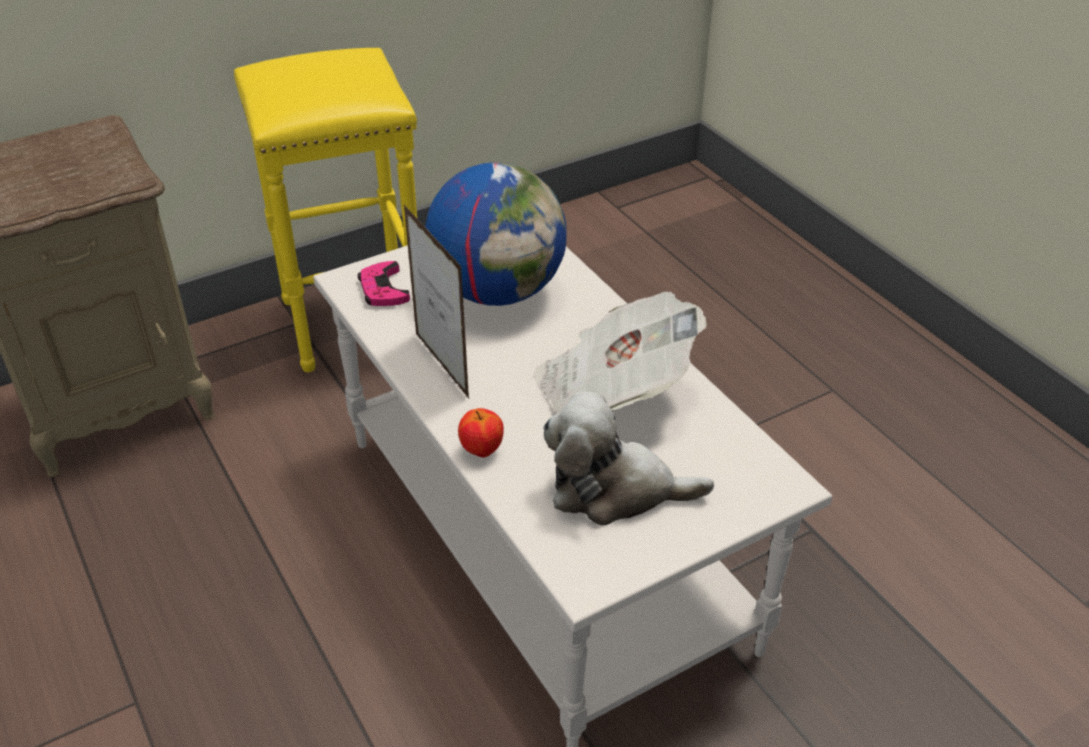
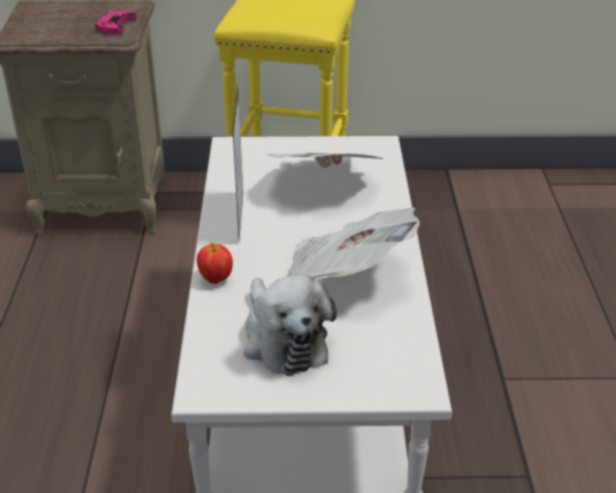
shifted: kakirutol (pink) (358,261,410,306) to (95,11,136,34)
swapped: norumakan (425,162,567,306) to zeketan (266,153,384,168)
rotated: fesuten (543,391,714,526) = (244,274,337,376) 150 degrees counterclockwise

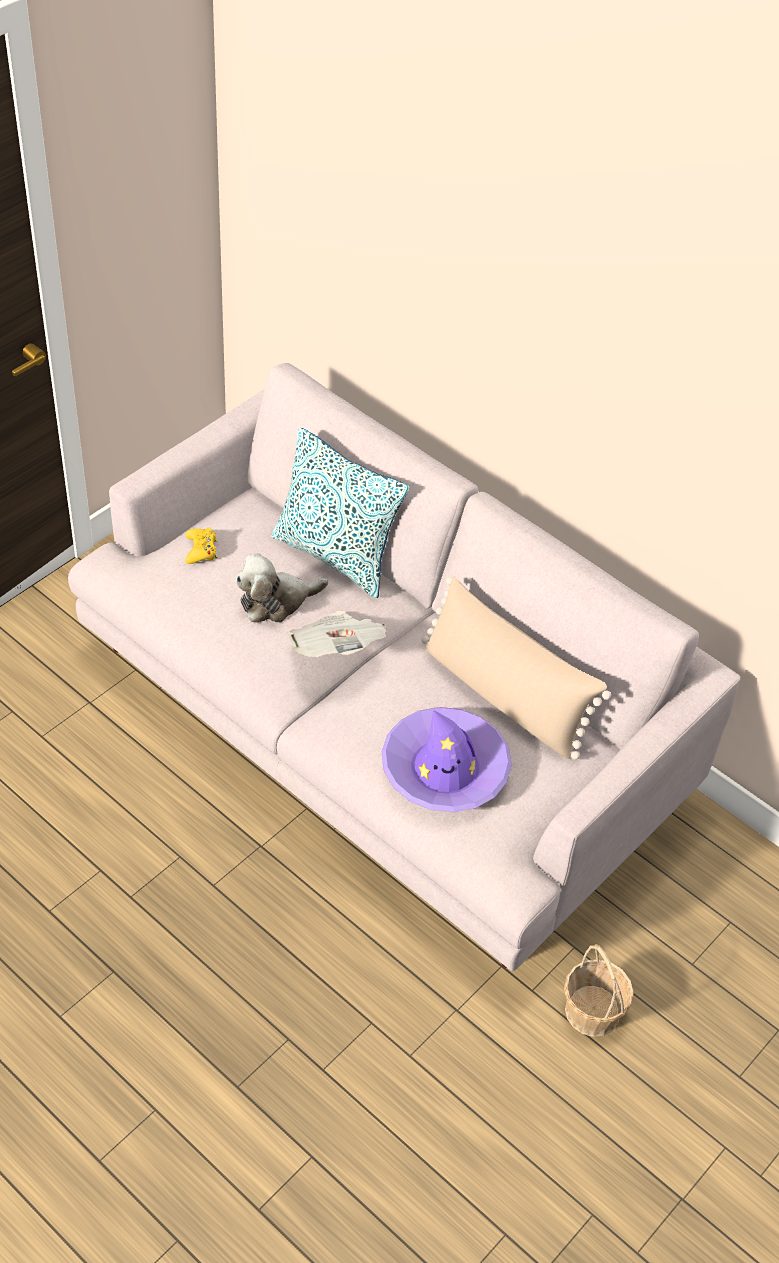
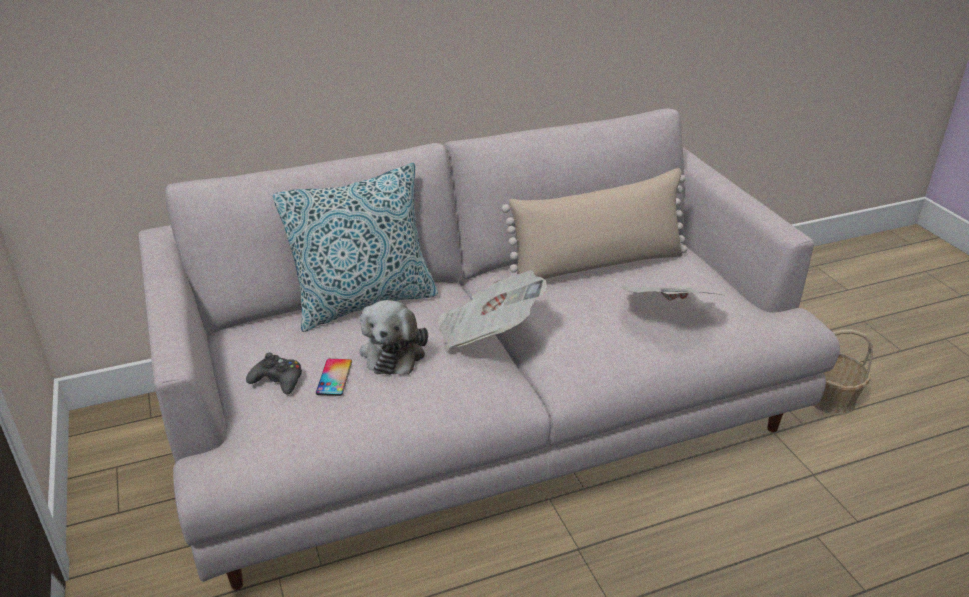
new: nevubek (316,359,352,396)
swapped: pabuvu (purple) (382,707,512,812) to zeketan (620,286,722,301)
repainted: kakirutol (yellow) (185,528,217,564) to kakirutol (black) (246,353,302,395)

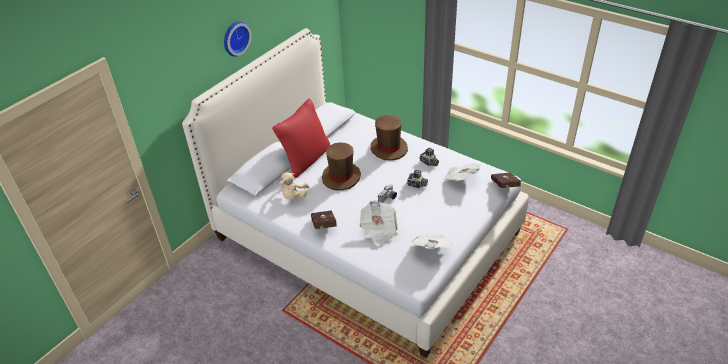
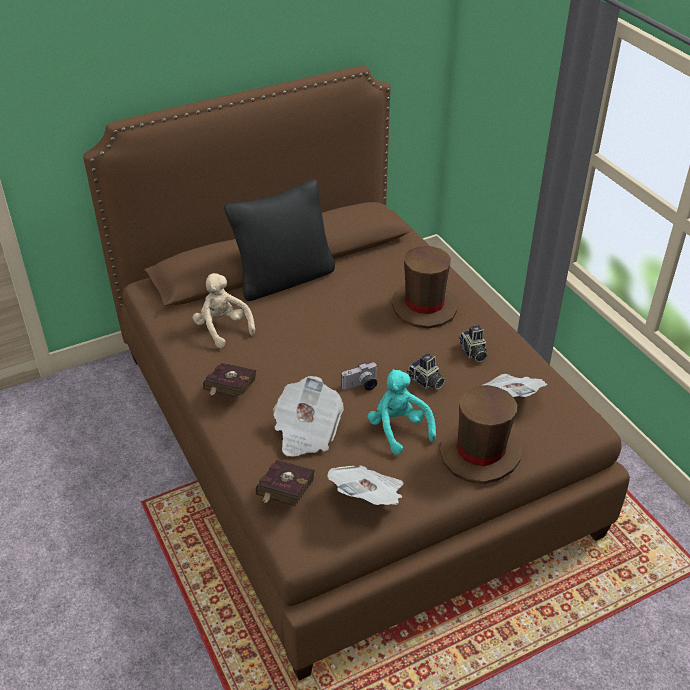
gone: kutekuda (224,21,252,57)
new: fesuten (turquoise) (367,369,436,455)
shifted: pabuvu (brown) (322,143,361,191) to (440,385,522,484); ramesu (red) (491,172,521,189) to (255,460,315,506)
repainted: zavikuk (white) (182,28,529,358) to zavikuk (brown) (83,66,630,681); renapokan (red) (272,99,330,178) to renapokan (black) (224,179,335,301)
rotated: fesuten (beige) (279,172,309,200) = (193,273,255,348) 105 degrees clockwise

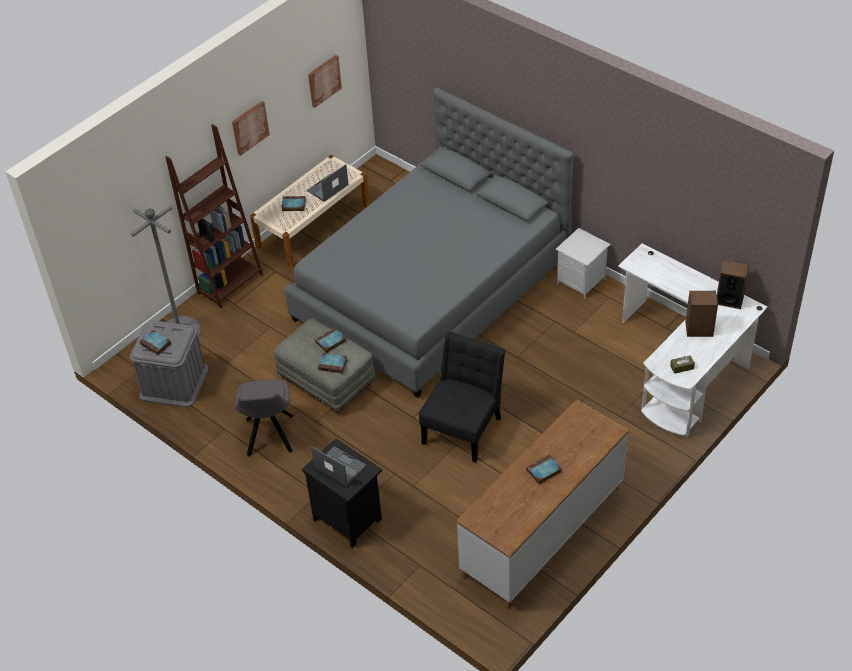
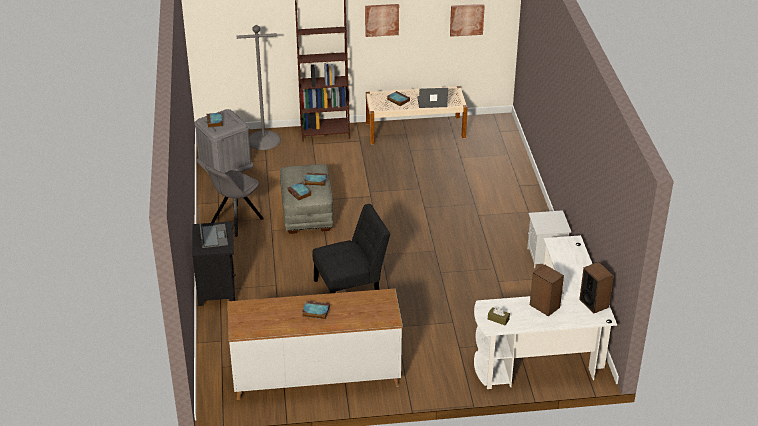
gone: zavikuk (grey) (285,88,573,398)

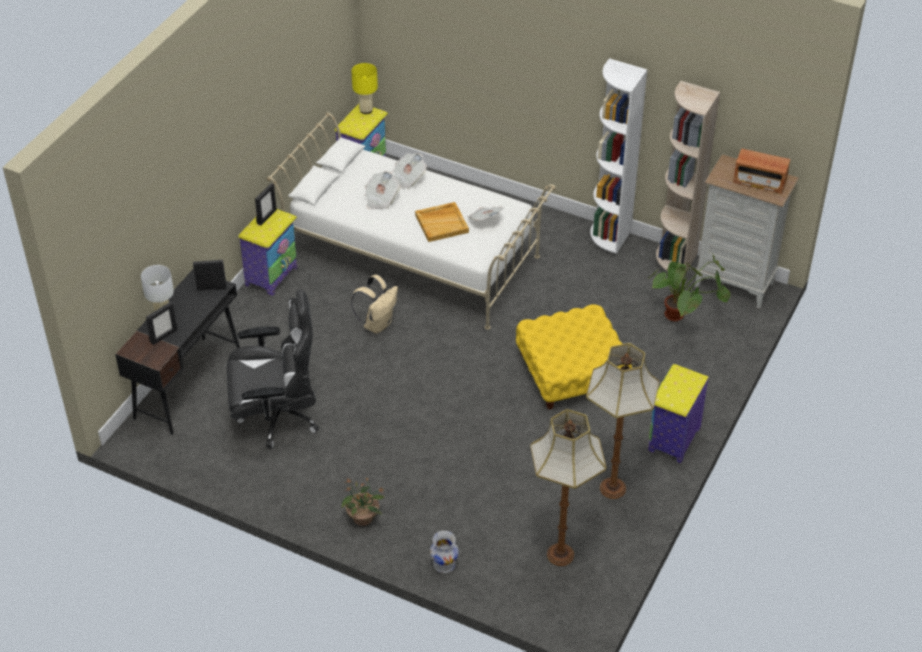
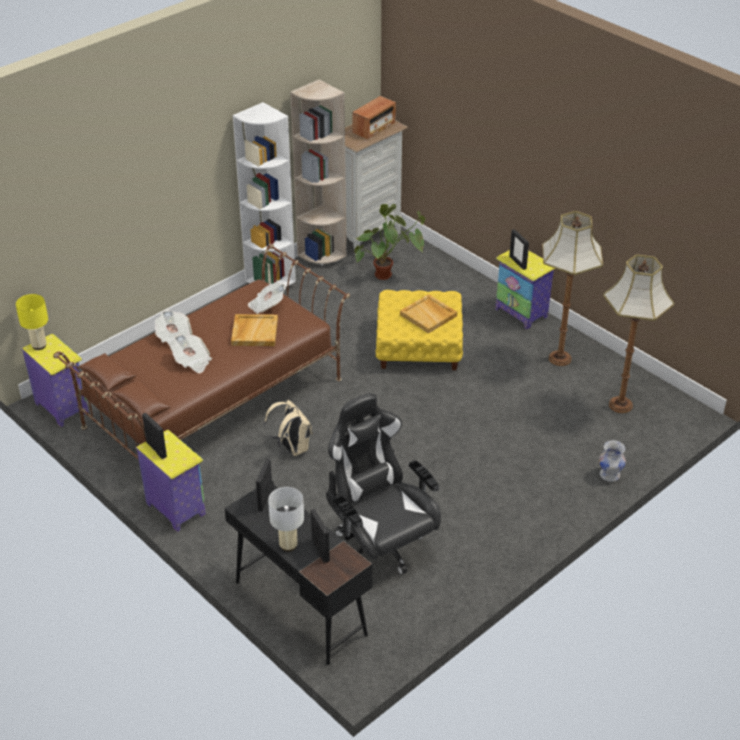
gone: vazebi (341,479,384,526)
new: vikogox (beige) (400,294,457,334); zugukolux (509,229,529,270)
repainted: zavikuk (white) (266,112,556,330) to zavikuk (brown) (53,244,350,460)
rotated: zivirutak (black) (227,289,319,448) = (326,393,441,575) 45 degrees counterclockwise

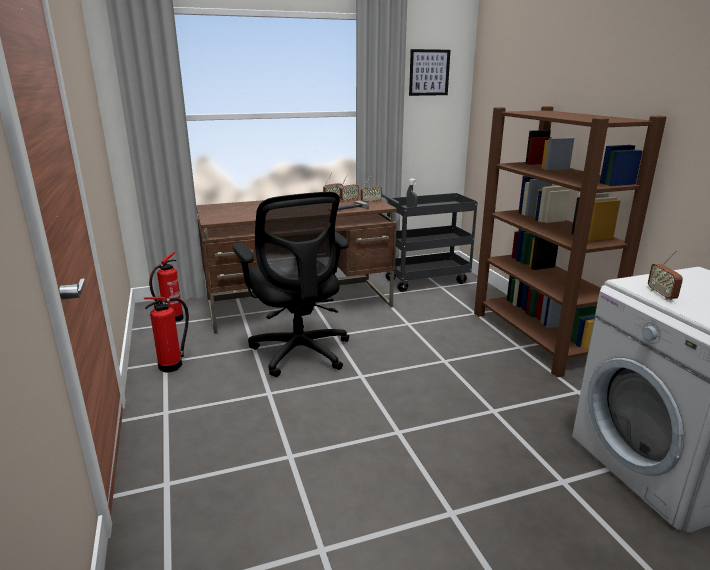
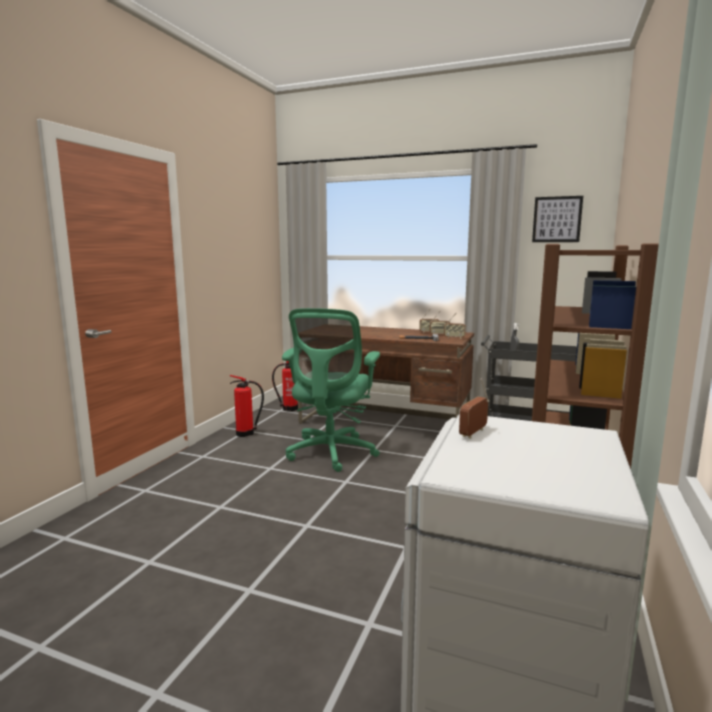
repainted: zivirutak (black) (232,192,349,377) to zivirutak (green) (282,308,380,472)

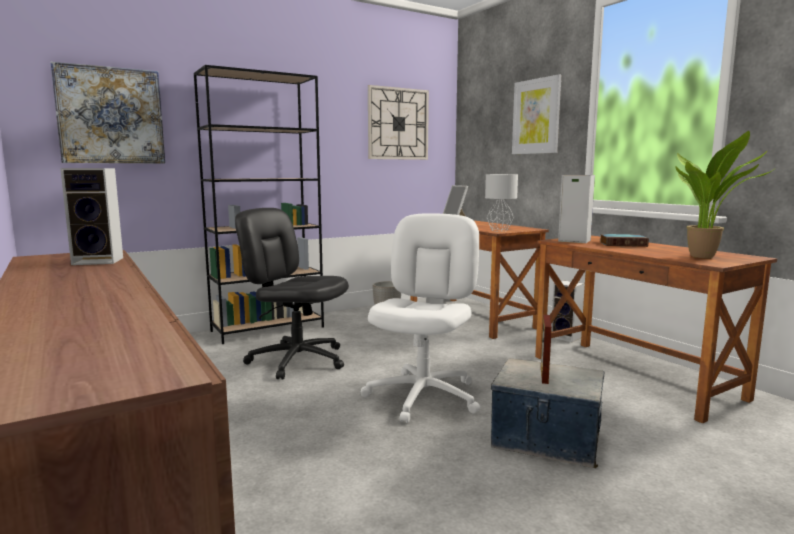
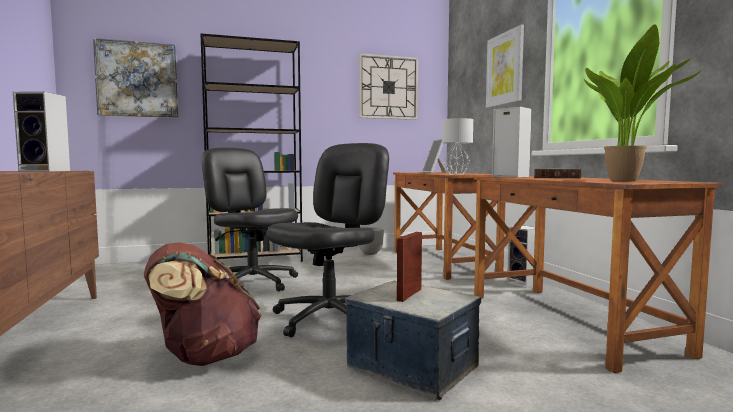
new: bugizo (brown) (144,242,261,366)
repainted: zivirutak (white) (360,213,480,423) to zivirutak (black) (266,143,389,337)

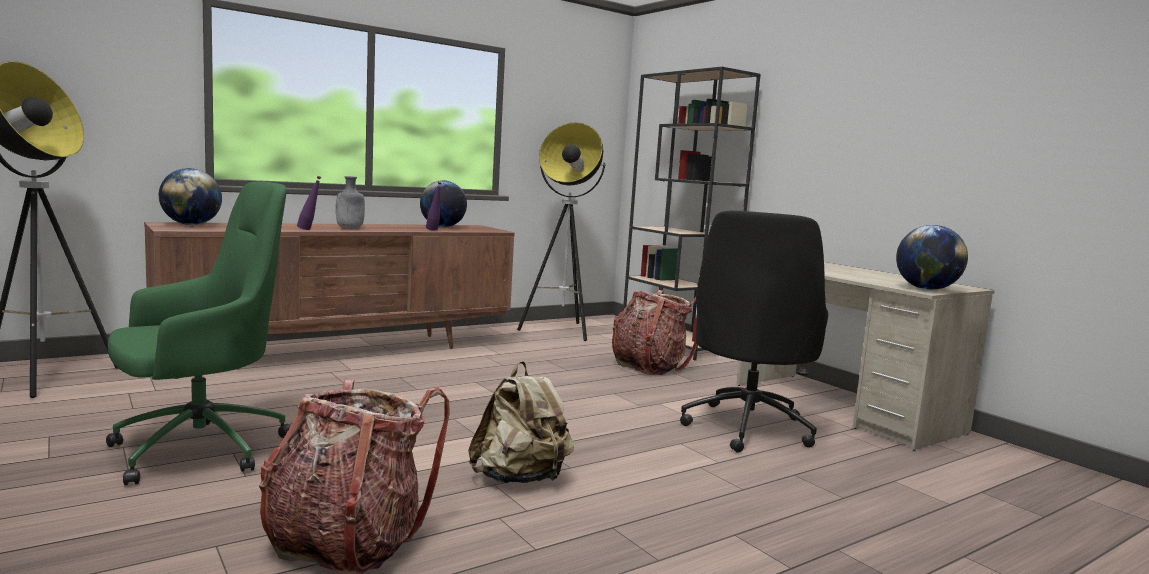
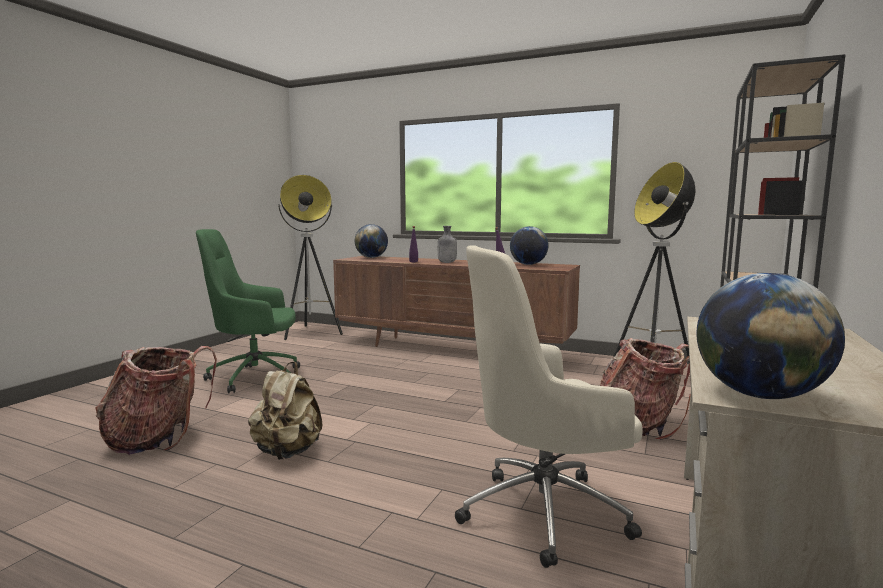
repainted: zivirutak (black) (680,211,828,453) to zivirutak (beige) (455,245,643,568)
rotated: zivirutak (green) (106,182,291,485) = (196,229,300,393) 150 degrees clockwise

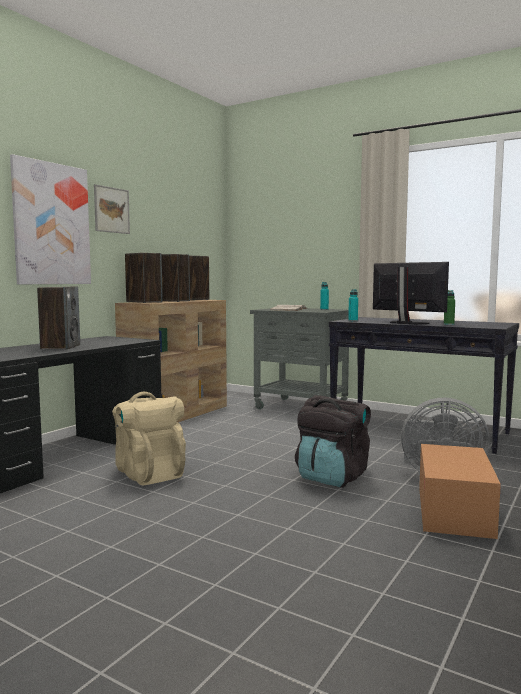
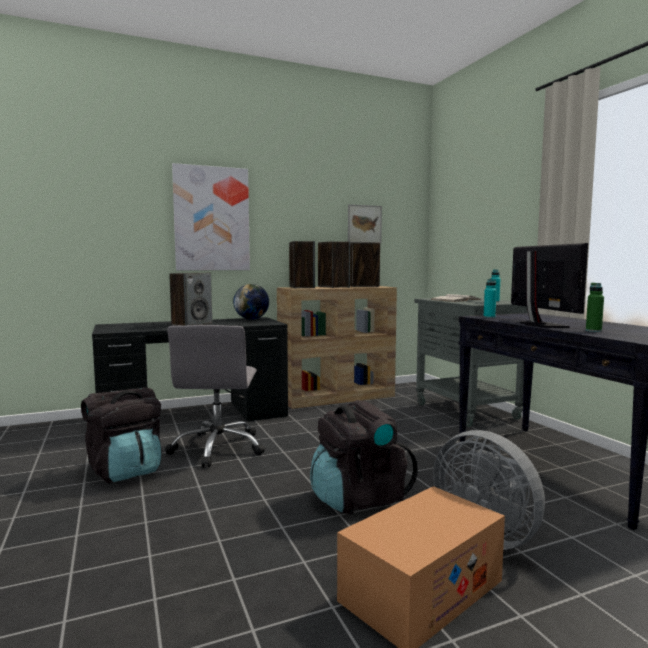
new: bugizo (black) (81,387,162,483); norumakan (233,284,269,320)
shifted: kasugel (94,184,130,234) to (348,204,382,243)
swapped: bugizo (beige) (112,392,186,485) to zivirutak (grey) (165,325,265,467)

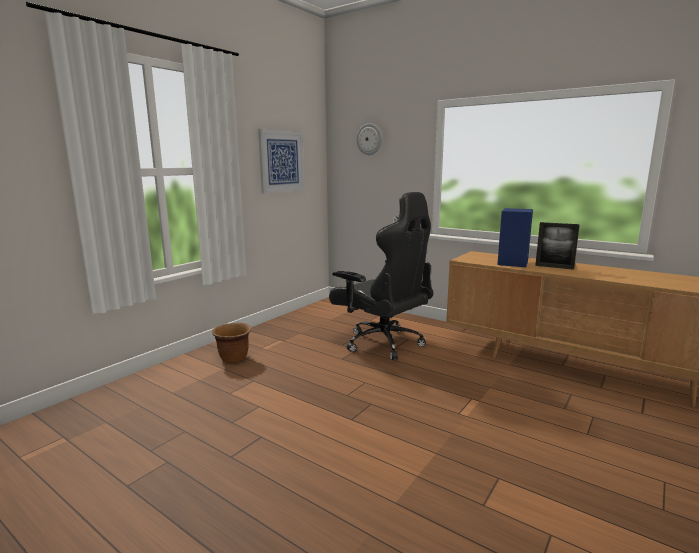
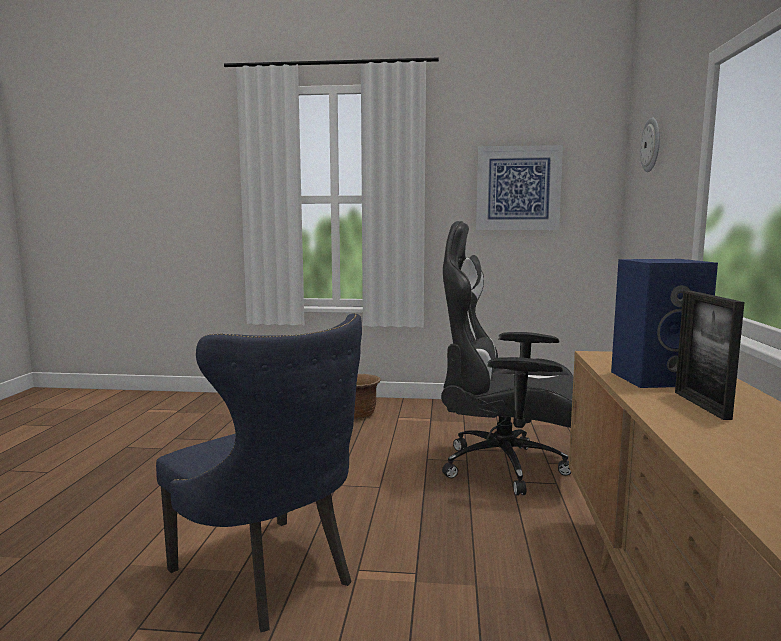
new: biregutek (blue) (156,313,362,632)
rotated: zivirutak (black) (329,192,433,360) = (441,221,574,496) 90 degrees clockwise

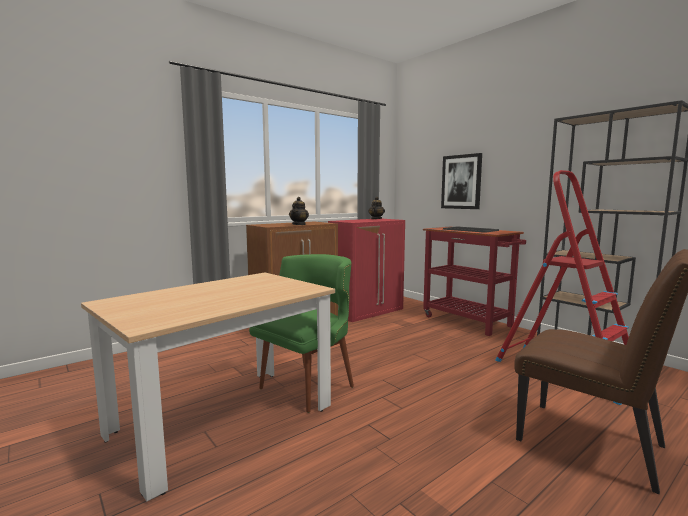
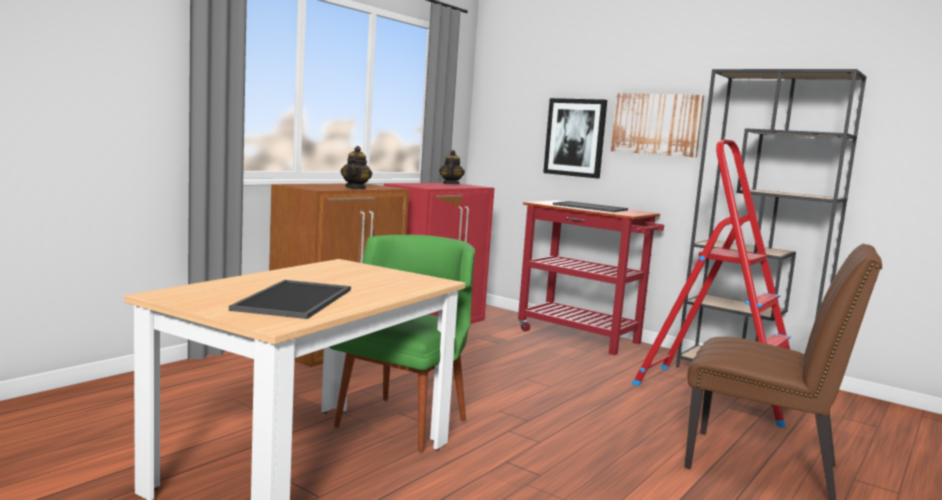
new: vikogox (229,280,351,319); kasugel (611,93,704,158)

